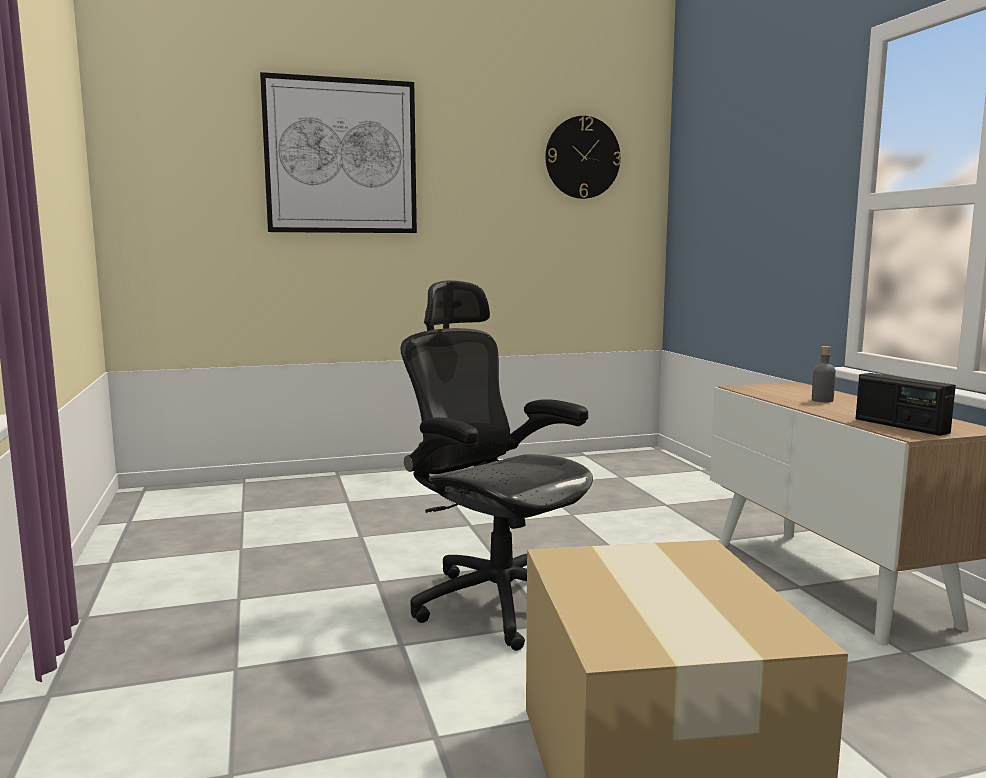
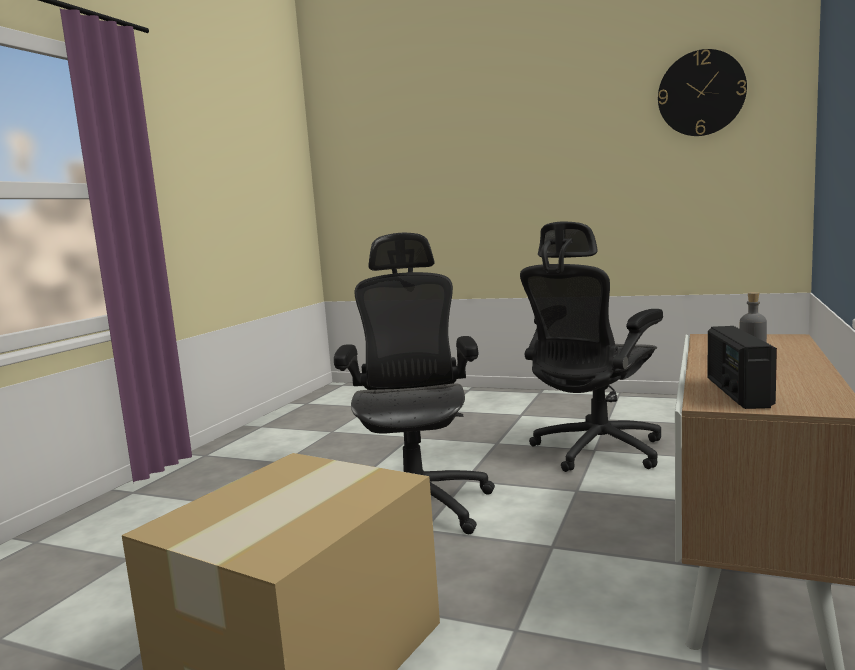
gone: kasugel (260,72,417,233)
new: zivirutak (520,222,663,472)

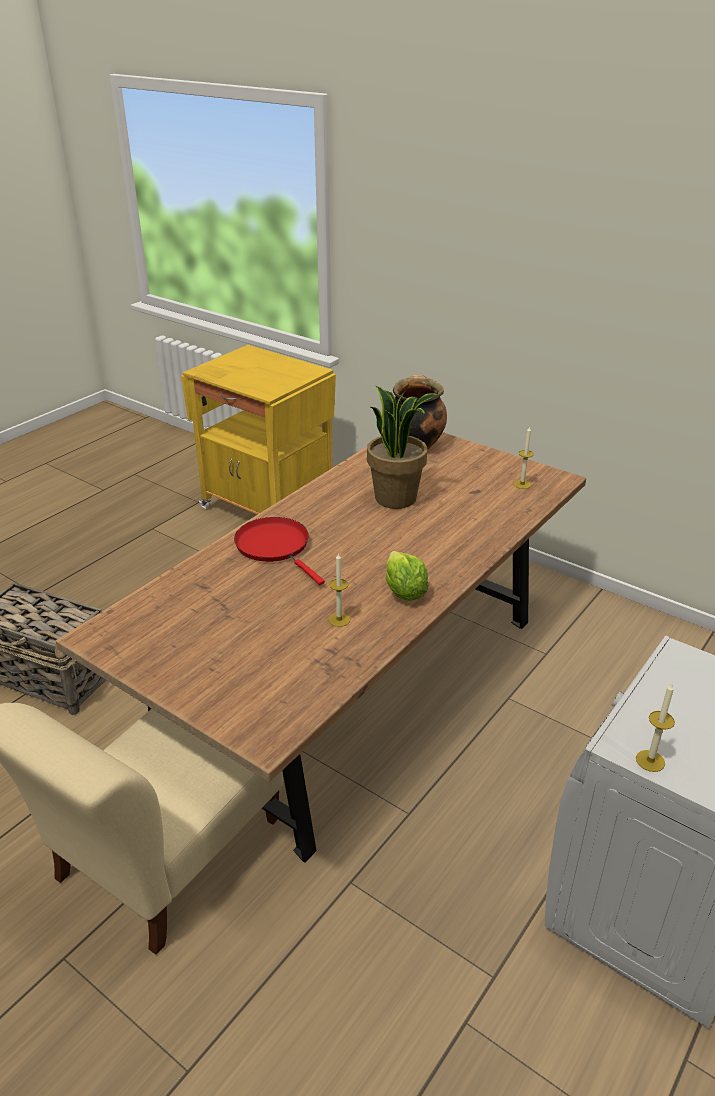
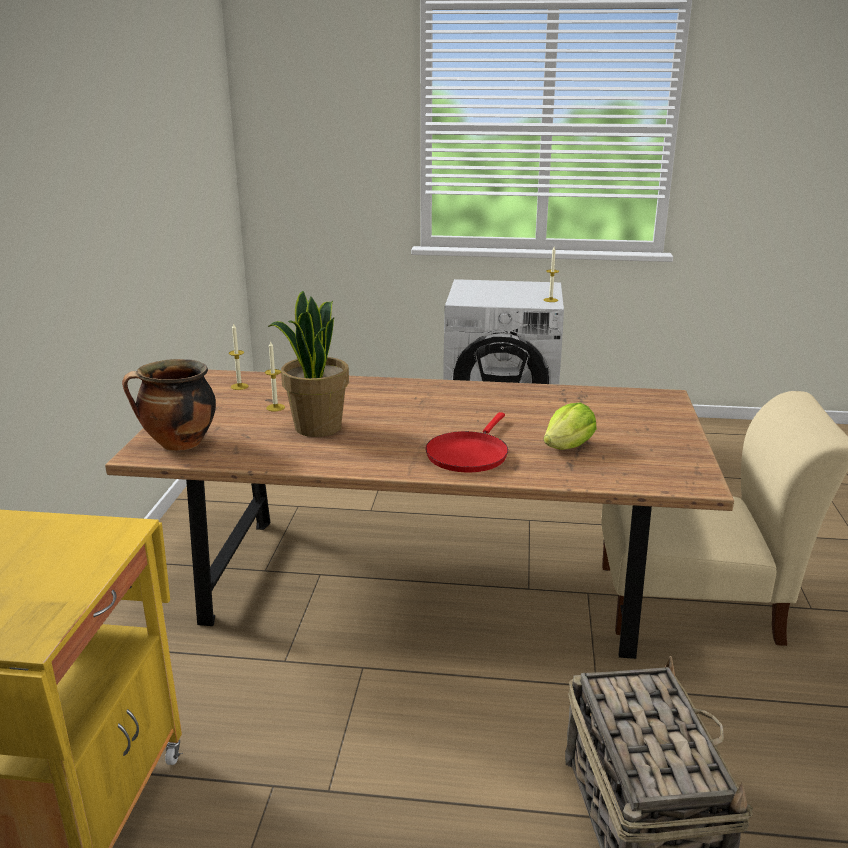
shifted: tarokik (329,553,350,627) to (265,341,285,411); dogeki (385,551,429,601) to (544,402,596,450)

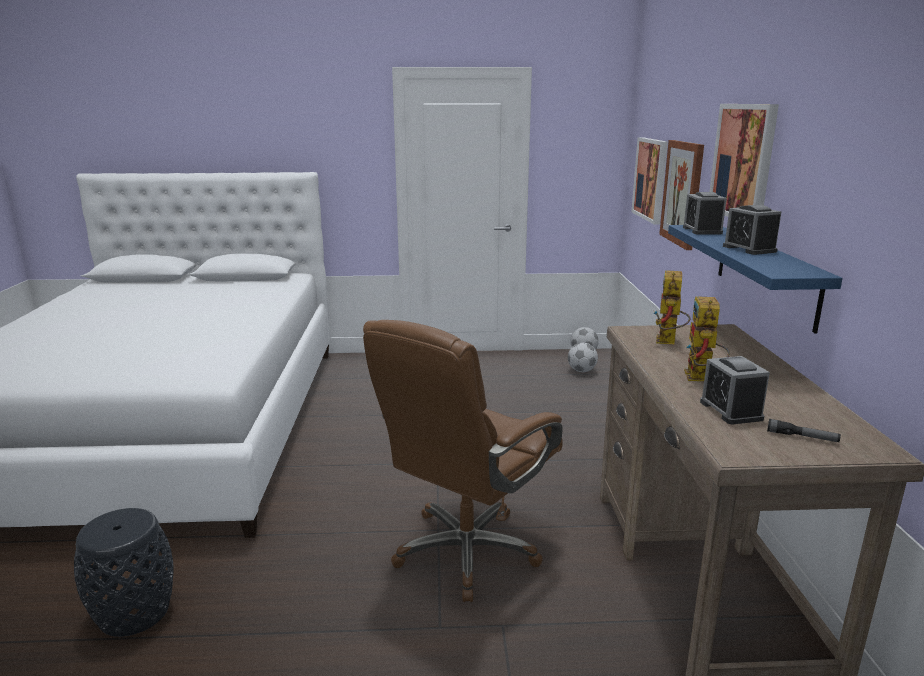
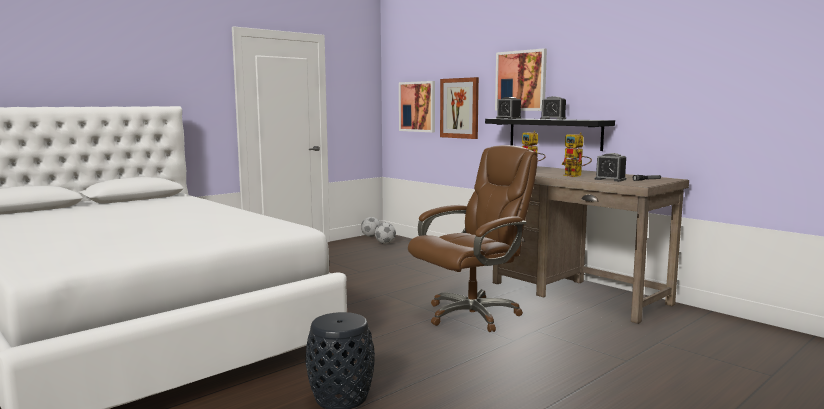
repainted: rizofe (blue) (668,225,843,334) to rizofe (black) (485,119,615,151)
rotated: zivirutak (brown) (363,320,563,602) = (408,145,538,332) 120 degrees counterclockwise

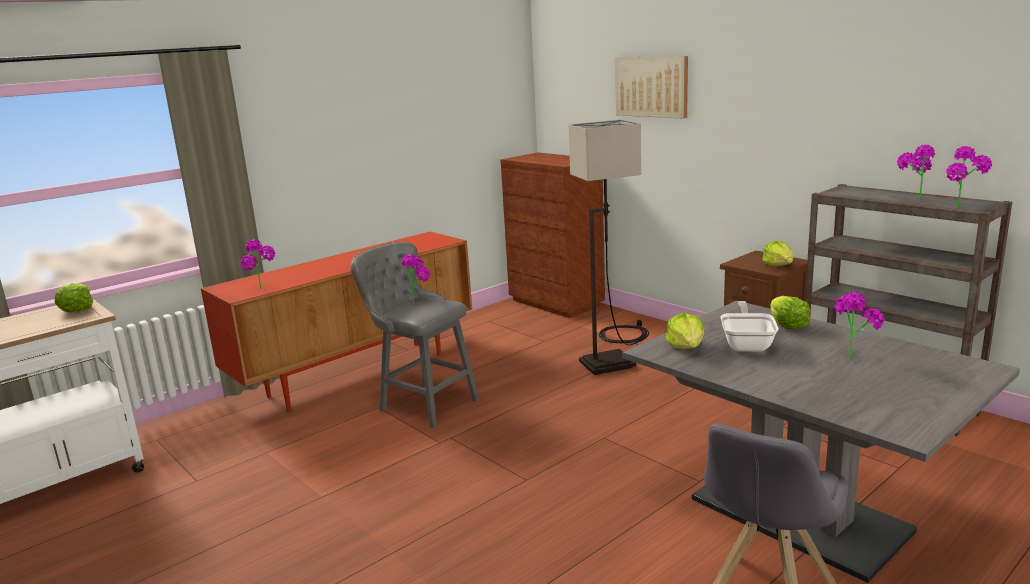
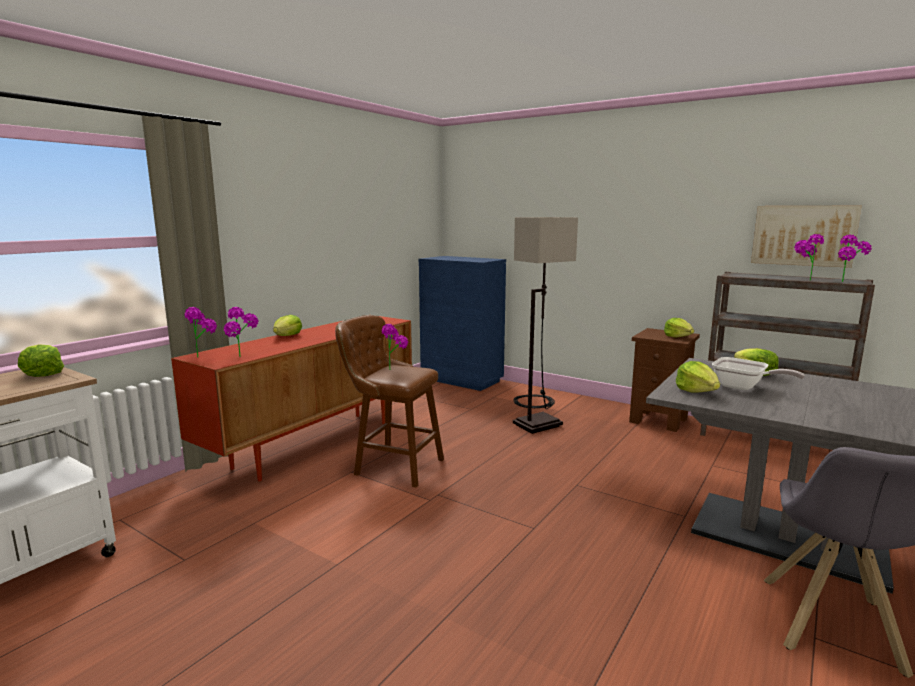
new: dogeki (273,315,302,336)
shifted: kasugel (615,56,688,119) to (751,206,862,268); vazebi (834,292,885,361) to (184,307,217,358)
repainted: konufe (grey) (350,242,479,428) to konufe (brown) (335,315,444,487); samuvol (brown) (500,152,605,318) to samuvol (blue) (419,256,506,391)
rotated: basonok (721,301,779,352) = (712,357,805,390) 135 degrees clockwise

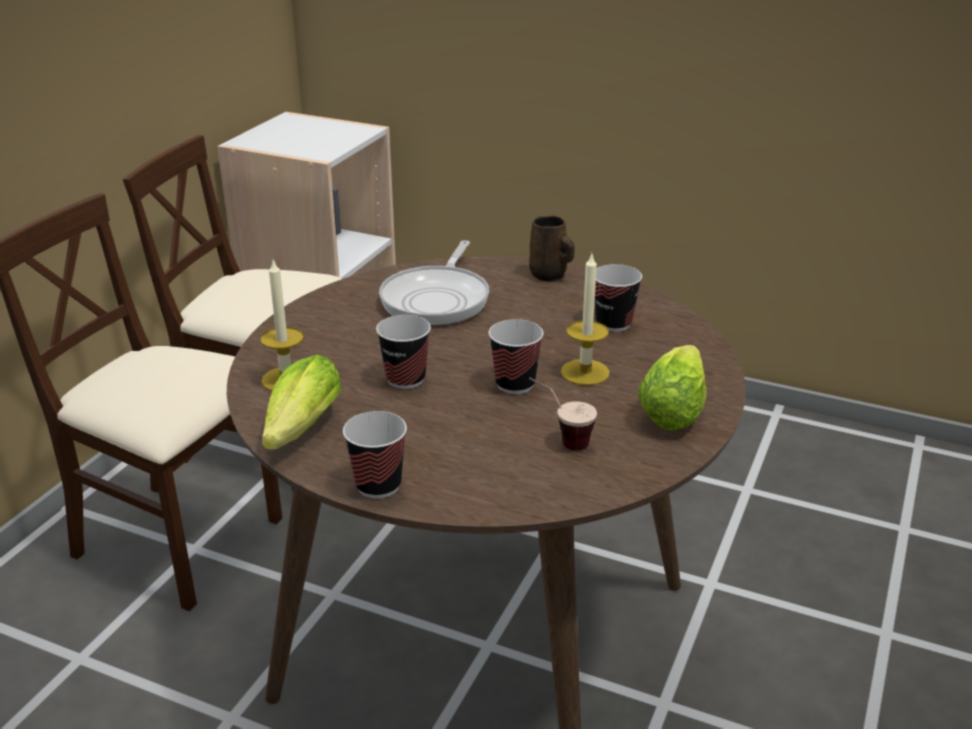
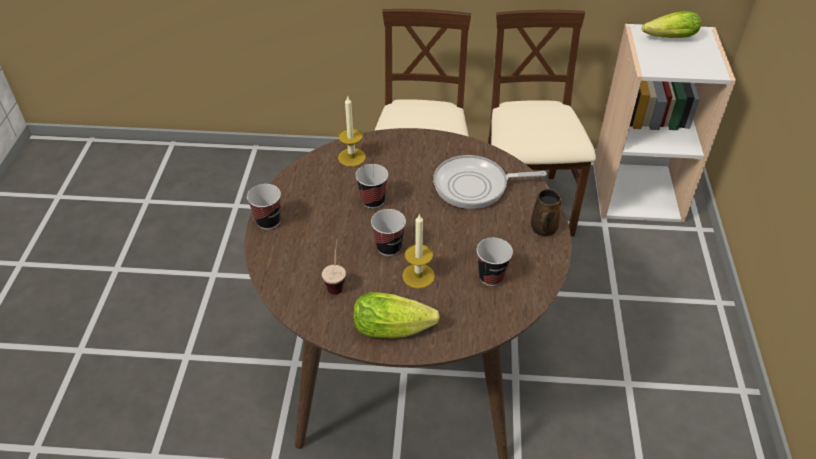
shifted: dogeki (262,354,342,450) to (642,11,701,38)

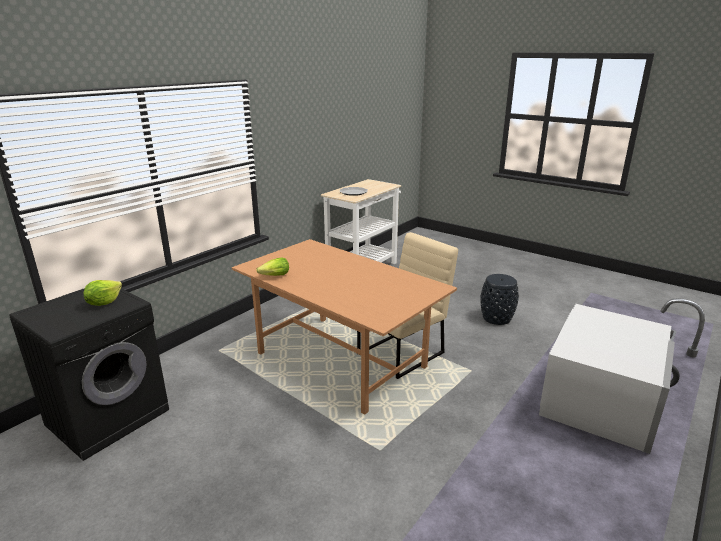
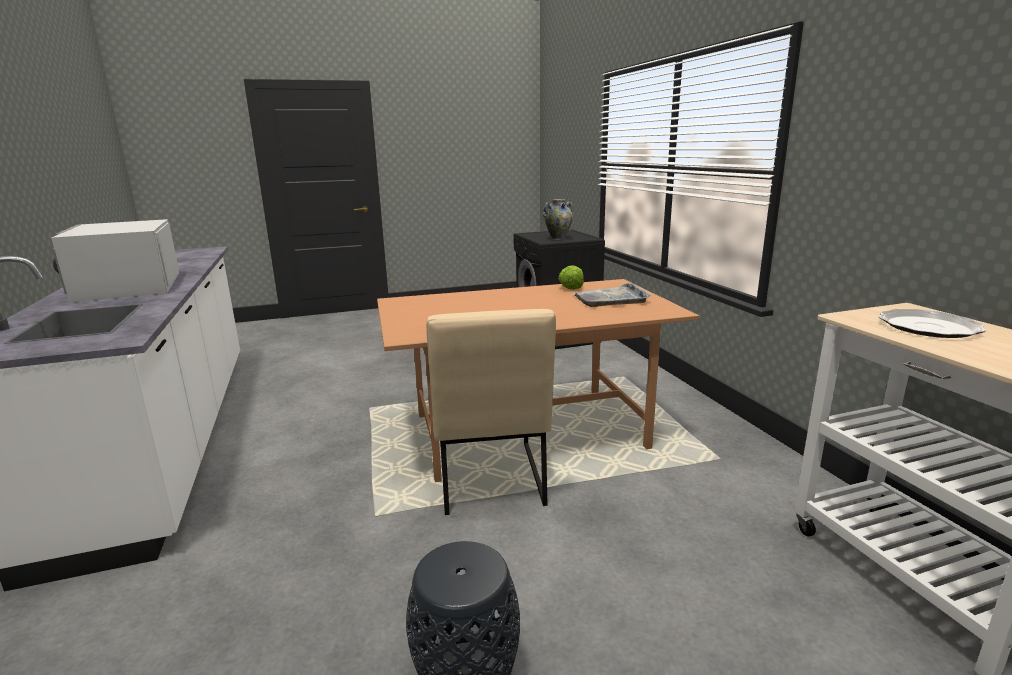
new: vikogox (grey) (572,283,651,307)
swapped: dogeki (84,280,122,306) to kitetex (543,199,573,240)

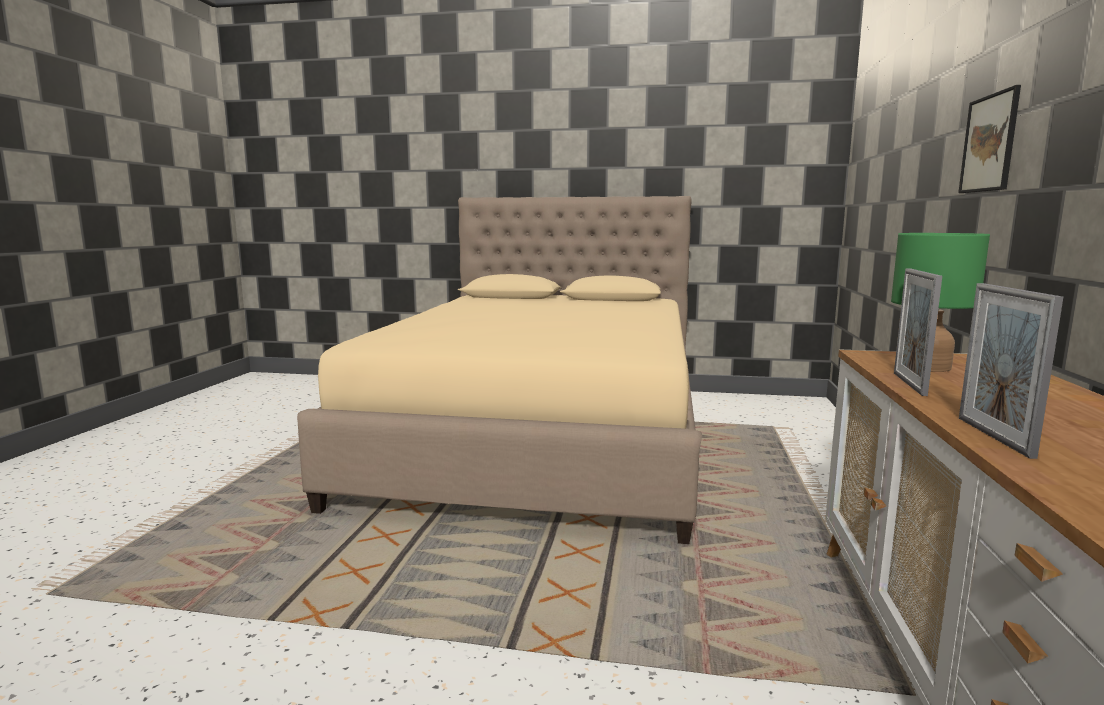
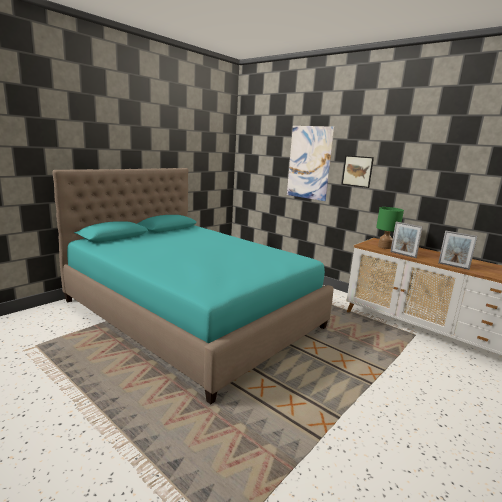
new: kasugel (287,126,335,201)
repainted: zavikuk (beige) (297,196,702,544) to zavikuk (turquoise) (52,168,334,404)

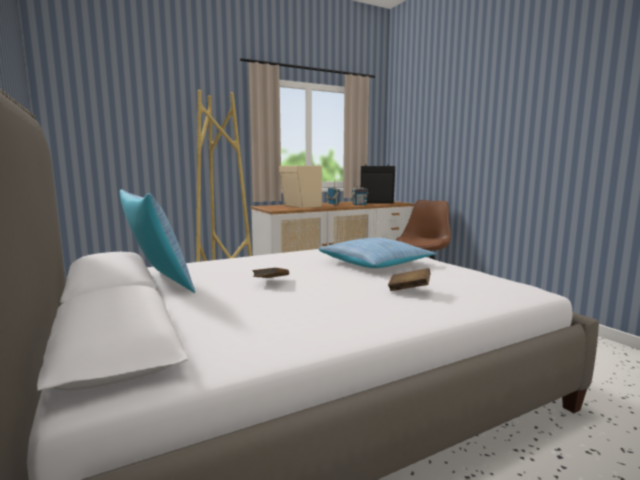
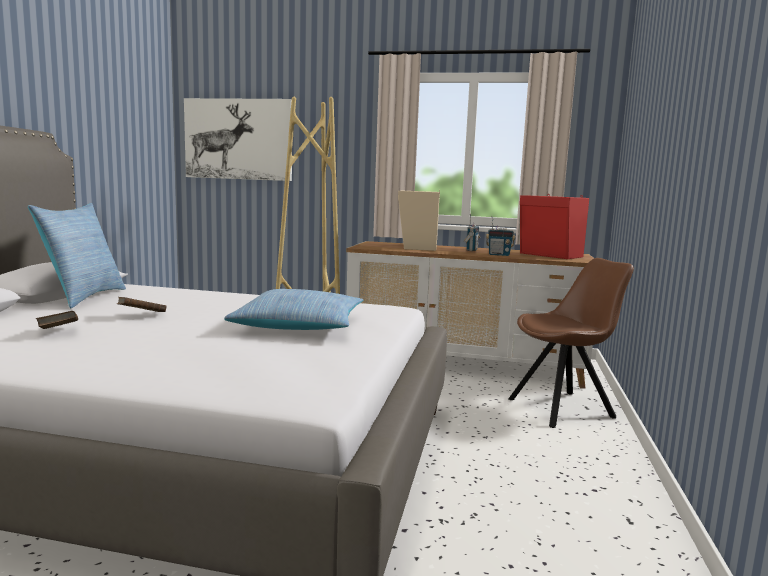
new: kasugel (184,98,292,181)
shifted: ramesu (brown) (388,268,431,291) to (36,311,78,329)
repainted: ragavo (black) (360,164,395,203) to ragavo (red) (520,194,589,259)

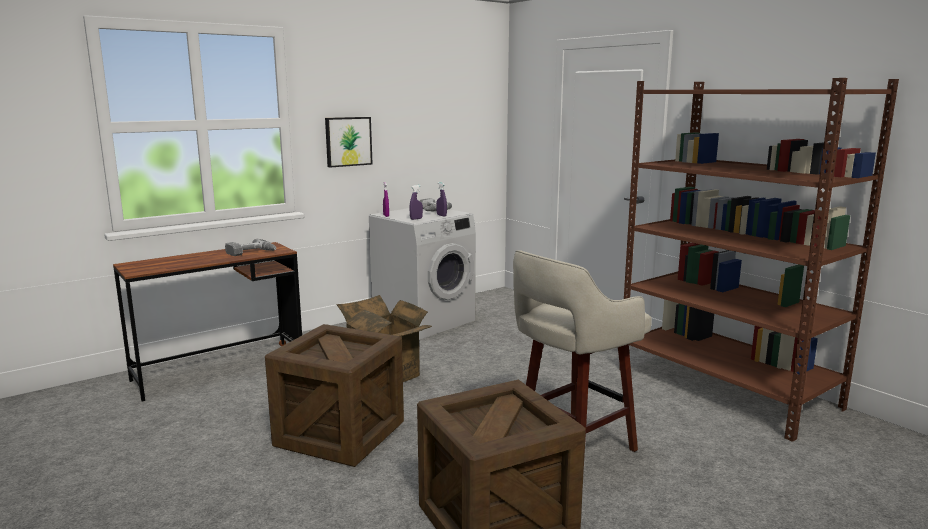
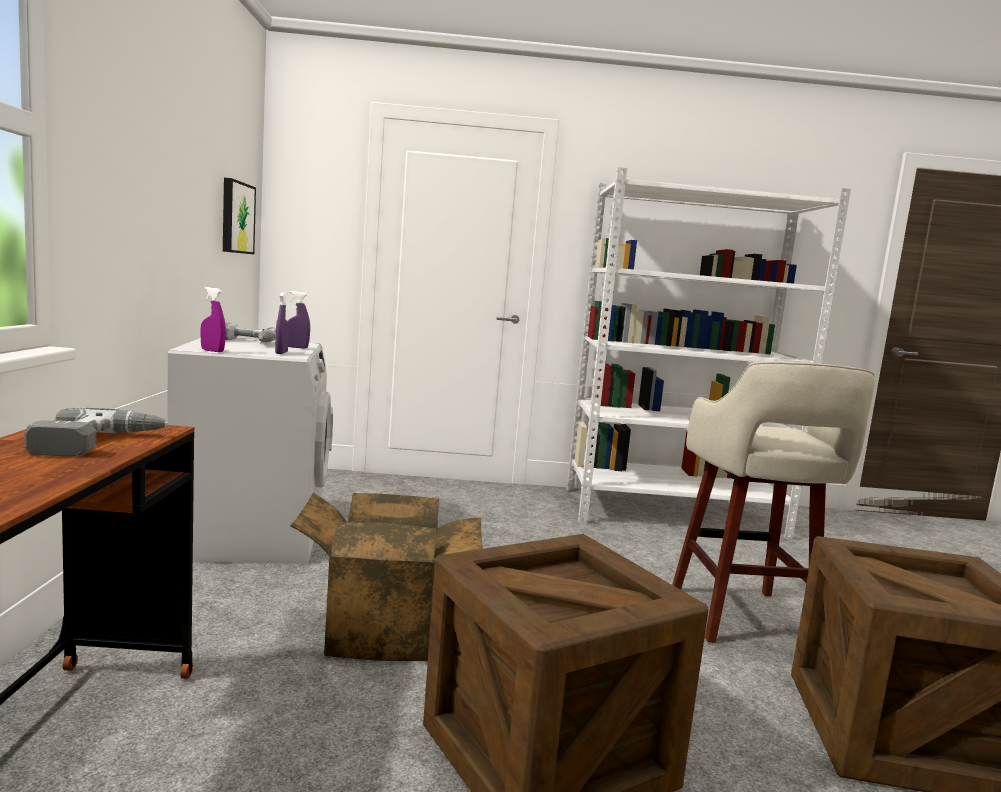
shifted: kasugel (325,117,373,167) to (223,178,256,254)
repainted: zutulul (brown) (619,78,899,442) to zutulul (white) (567,167,851,539)

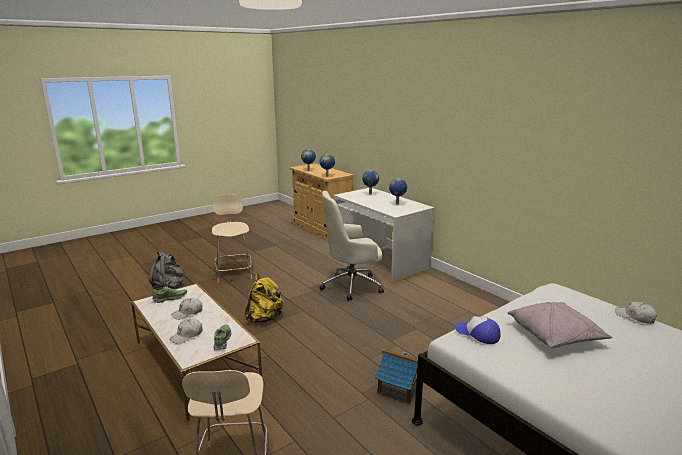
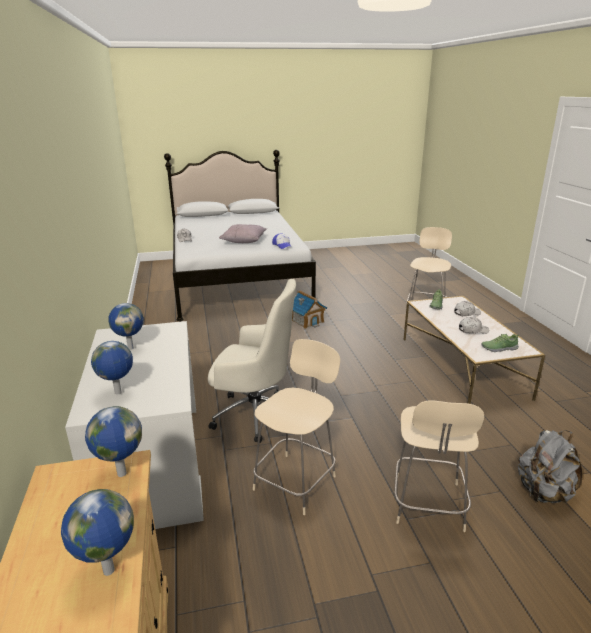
gone: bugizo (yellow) (245,274,284,323)
new: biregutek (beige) (253,339,340,515)

